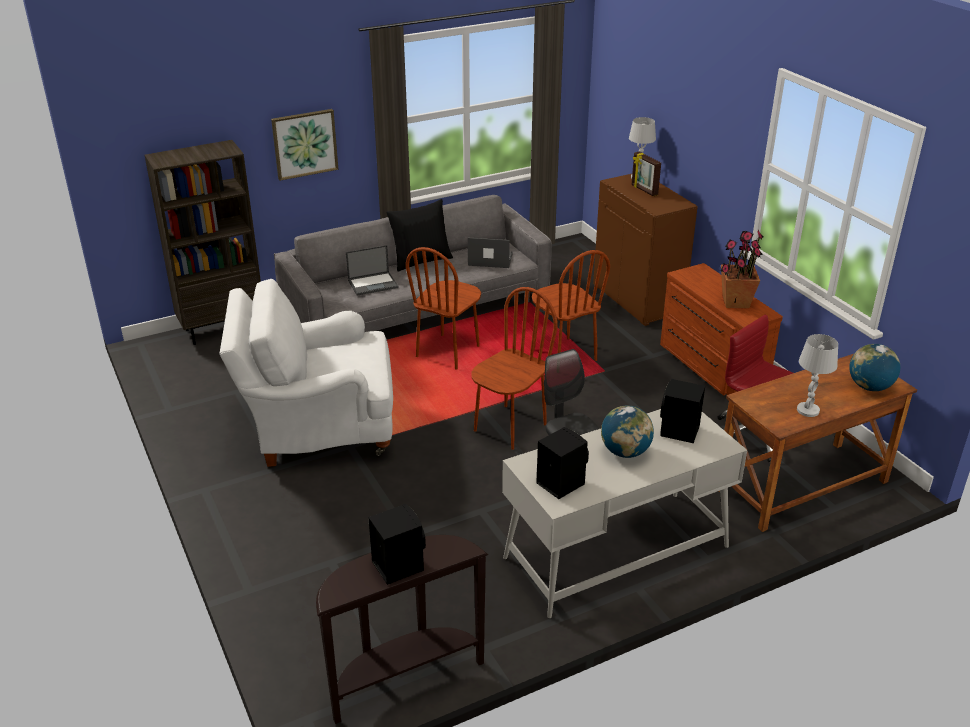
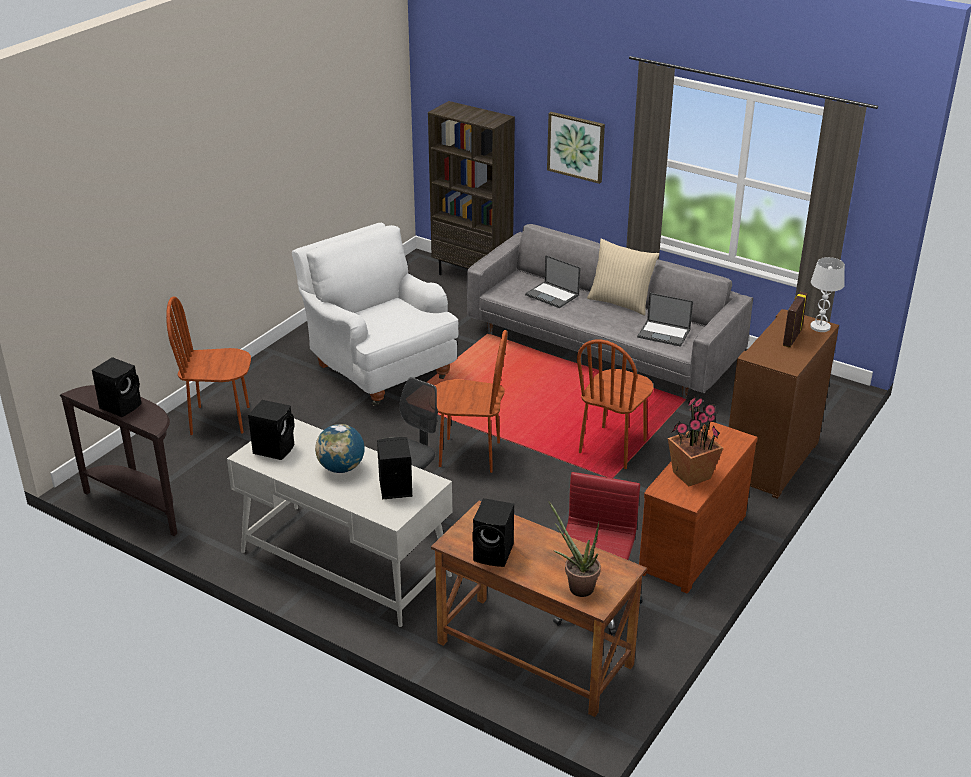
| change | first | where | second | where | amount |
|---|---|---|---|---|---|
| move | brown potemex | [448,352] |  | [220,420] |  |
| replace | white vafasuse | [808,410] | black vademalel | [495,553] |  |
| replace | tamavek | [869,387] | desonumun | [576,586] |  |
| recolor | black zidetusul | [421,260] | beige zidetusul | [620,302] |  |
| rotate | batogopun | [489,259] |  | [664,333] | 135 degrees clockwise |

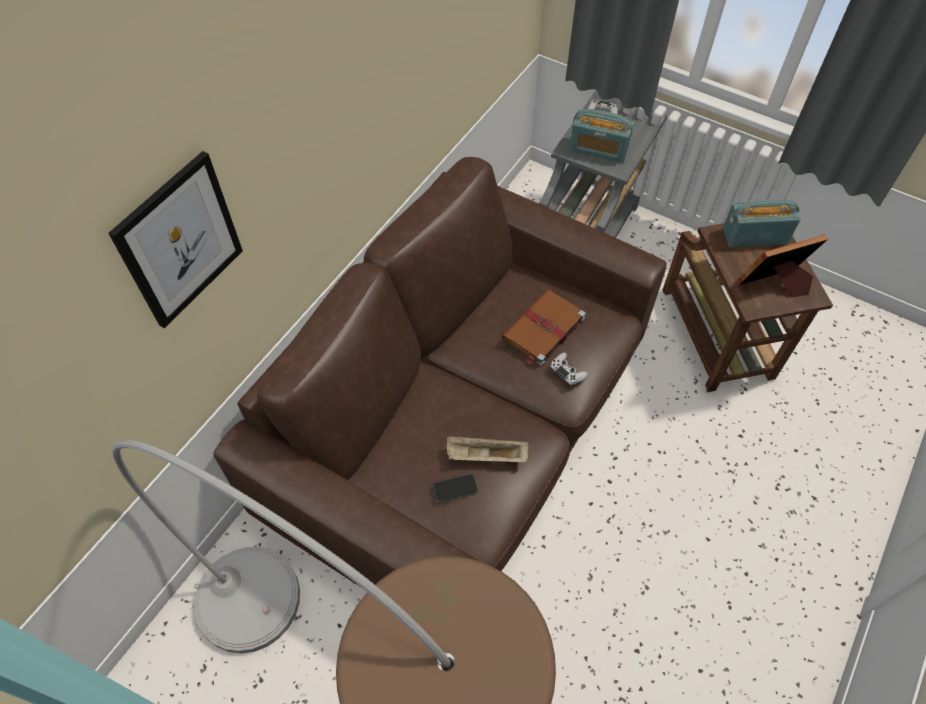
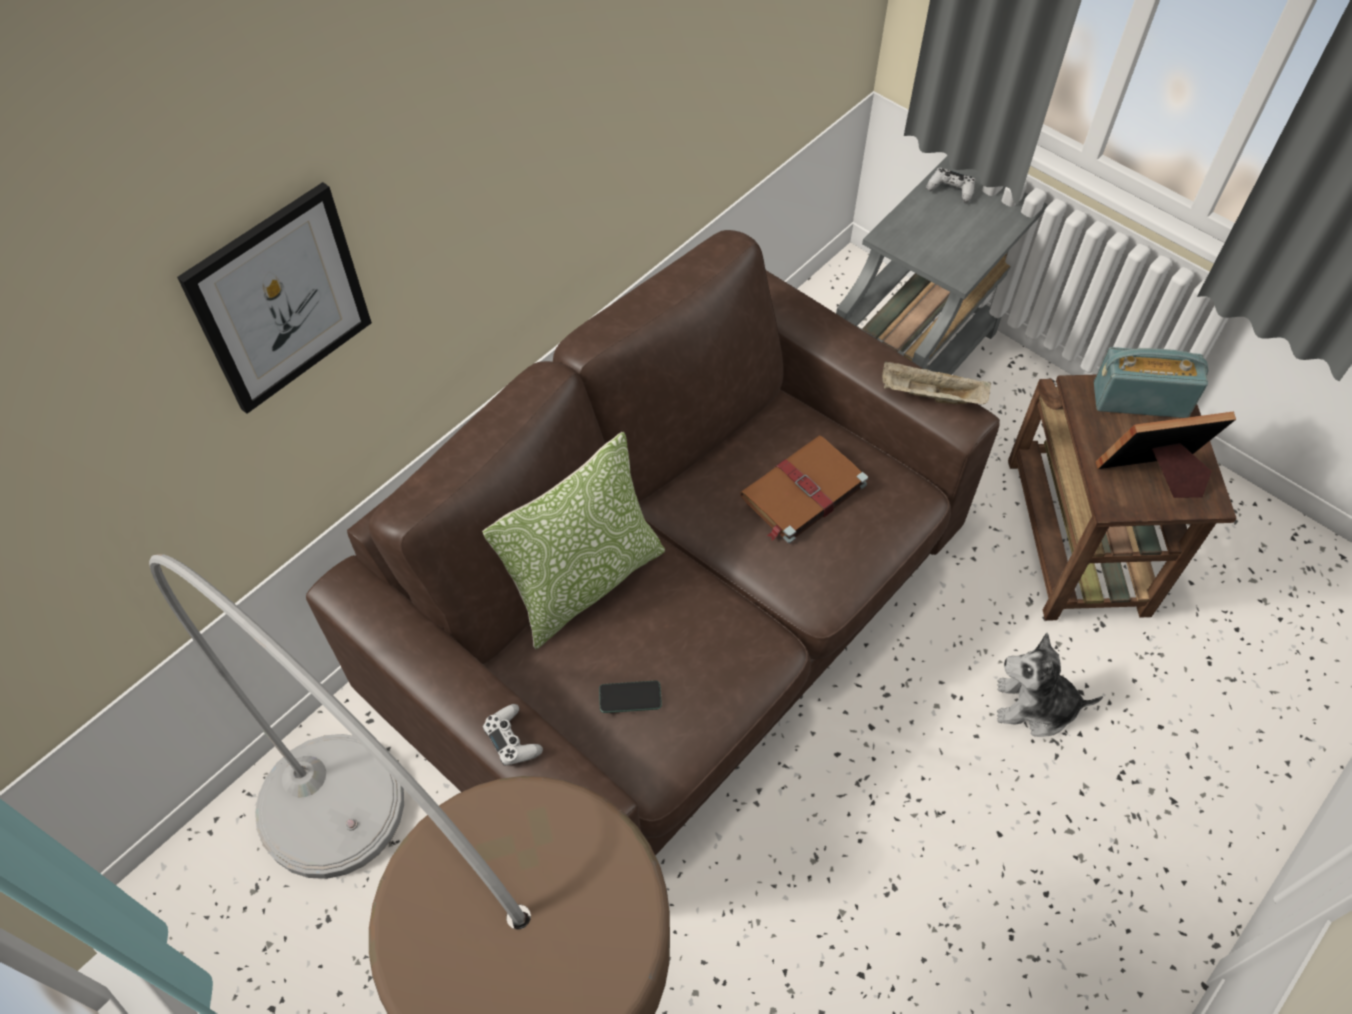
| change | first | where | second | where | amount |
|---|---|---|---|---|---|
| delete | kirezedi | [598,149] |  |  |  |
| insert |  |  | zidetusul | [585,583] |  |
| insert |  |  | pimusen | [1034,706] |  |
| move | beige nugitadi | [485,456] |  | [930,396] |  |
| move | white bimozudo | [567,372] |  | [512,739] |  |

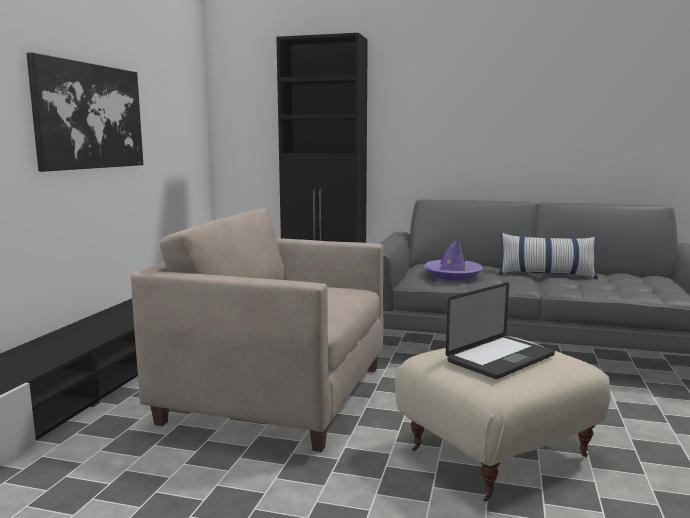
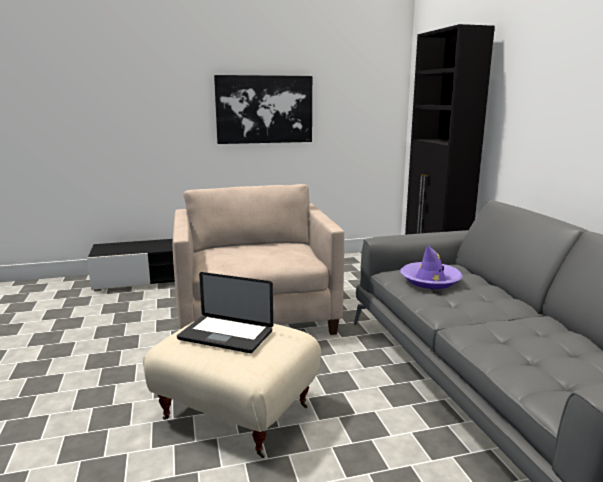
| change | first | where | second | where | amount |
|---|---|---|---|---|---|
| delete | zidetusul | [546,274] |  |  |  |

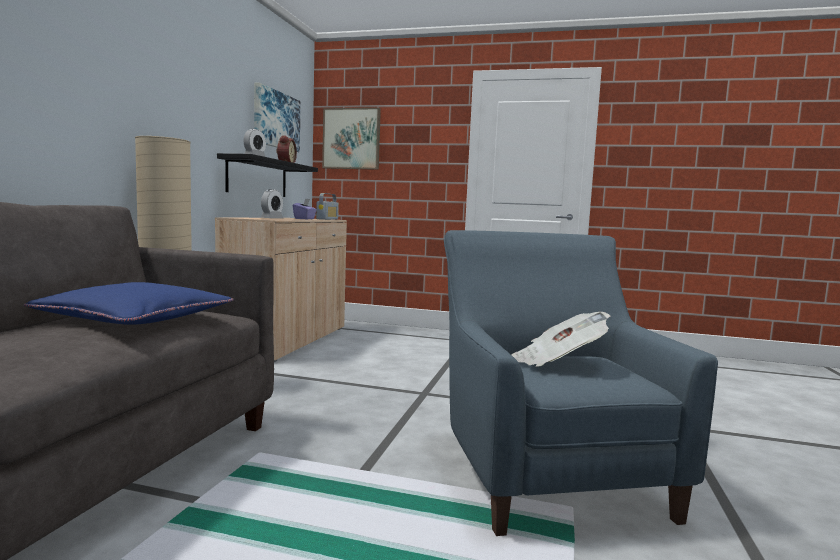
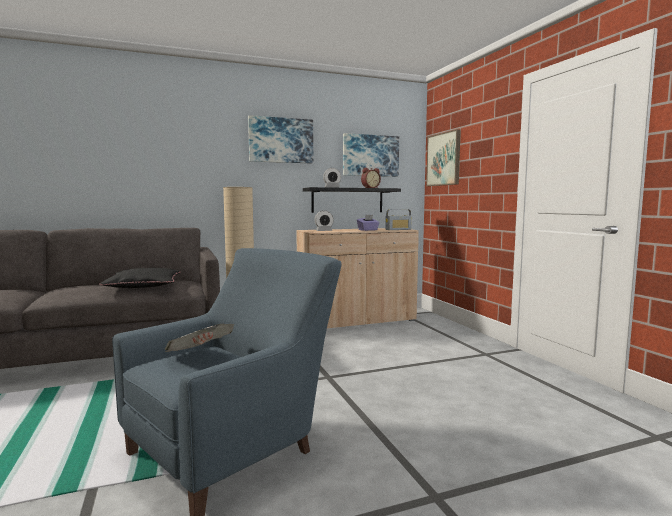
| change | first | where | second | where | amount |
|---|---|---|---|---|---|
| insert |  |  | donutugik | [281,140] |  |
| recolor | blue zidetusul | [136,318] | black zidetusul | [143,285] |  |

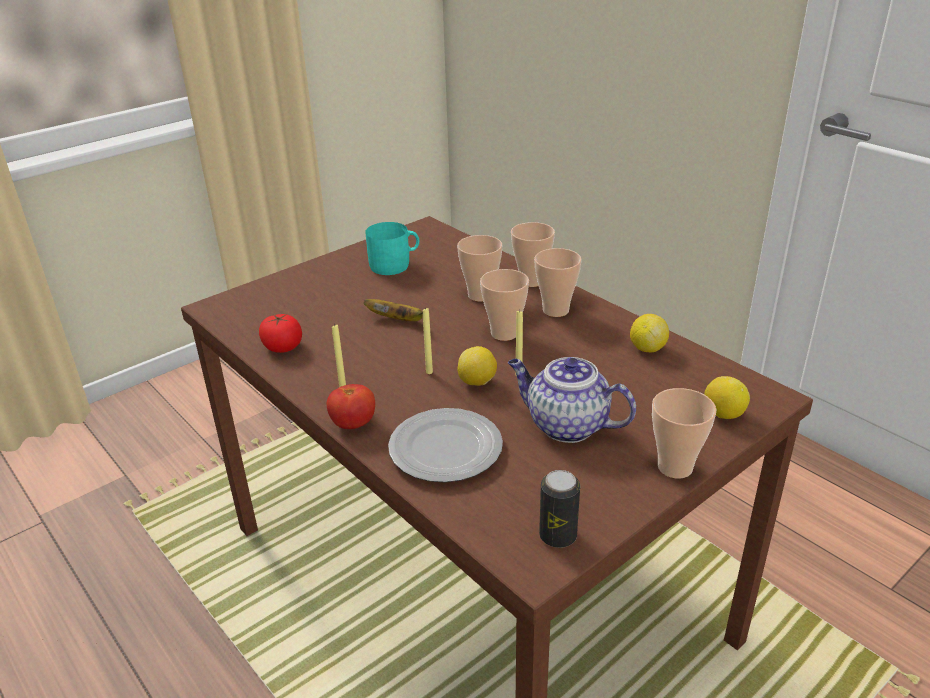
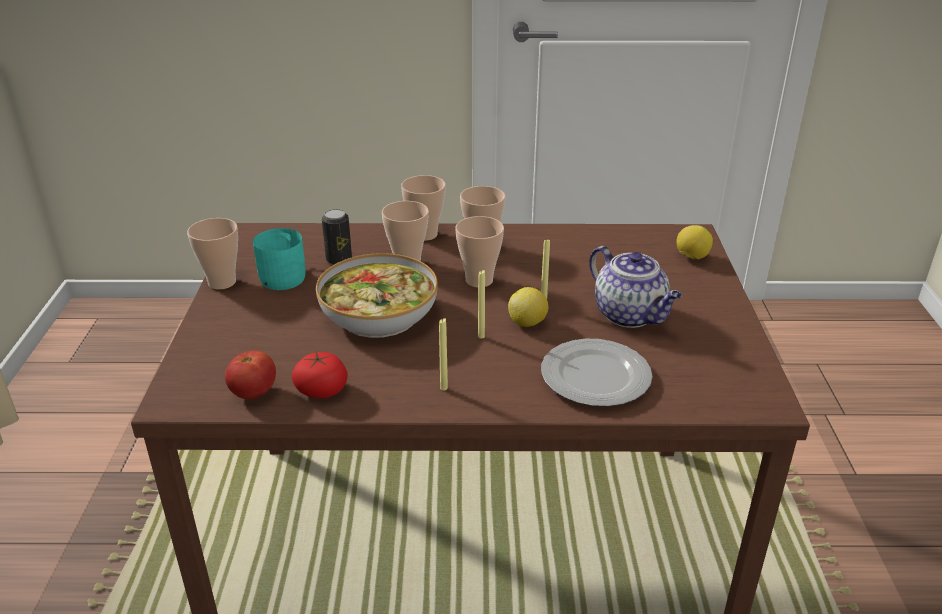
| change | first | where | second | where | amount |
|---|---|---|---|---|---|
| delete | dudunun | [647,348] |  |  |  |
| move | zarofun | [353,424] |  | [253,393] |  |
| move | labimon | [558,536] |  | [339,260] |  |
| move | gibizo | [675,467] |  | [222,282] |  |
| replace | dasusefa | [398,320] | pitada | [379,314] |  |
| rotate | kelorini | [566,425] |  | [631,315] | 105 degrees counterclockwise |

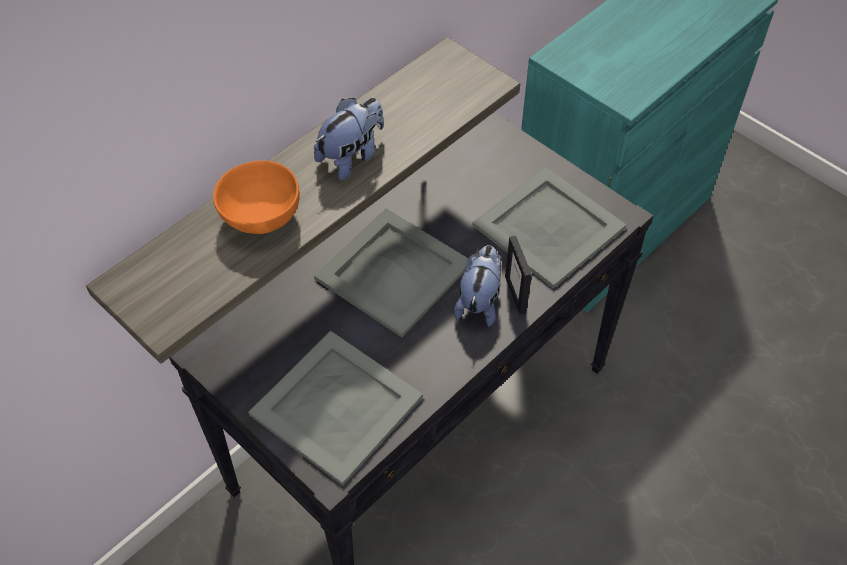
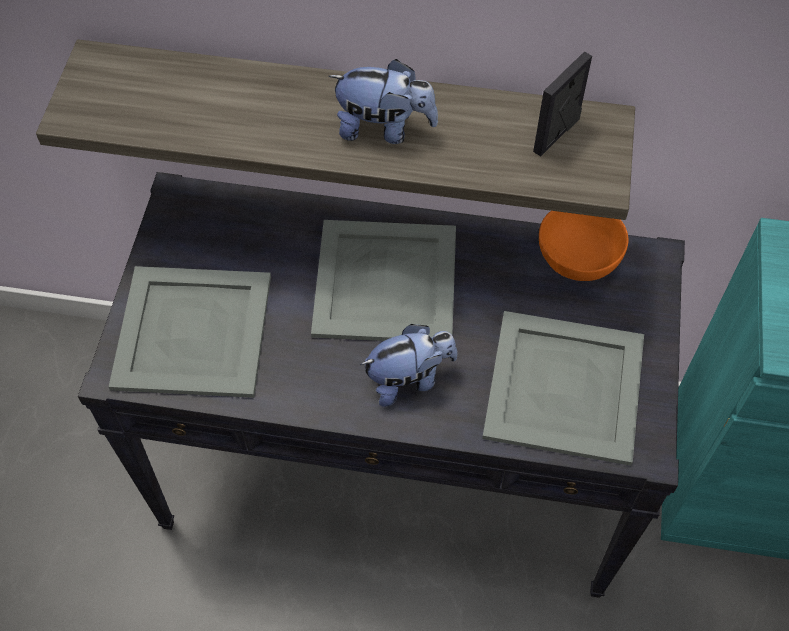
| change | first | where | second | where | amount |
|---|---|---|---|---|---|
| move | orange pitada | [260,218] |  | [575,259] |  |
| move | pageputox | [516,294] |  | [556,135] |  |

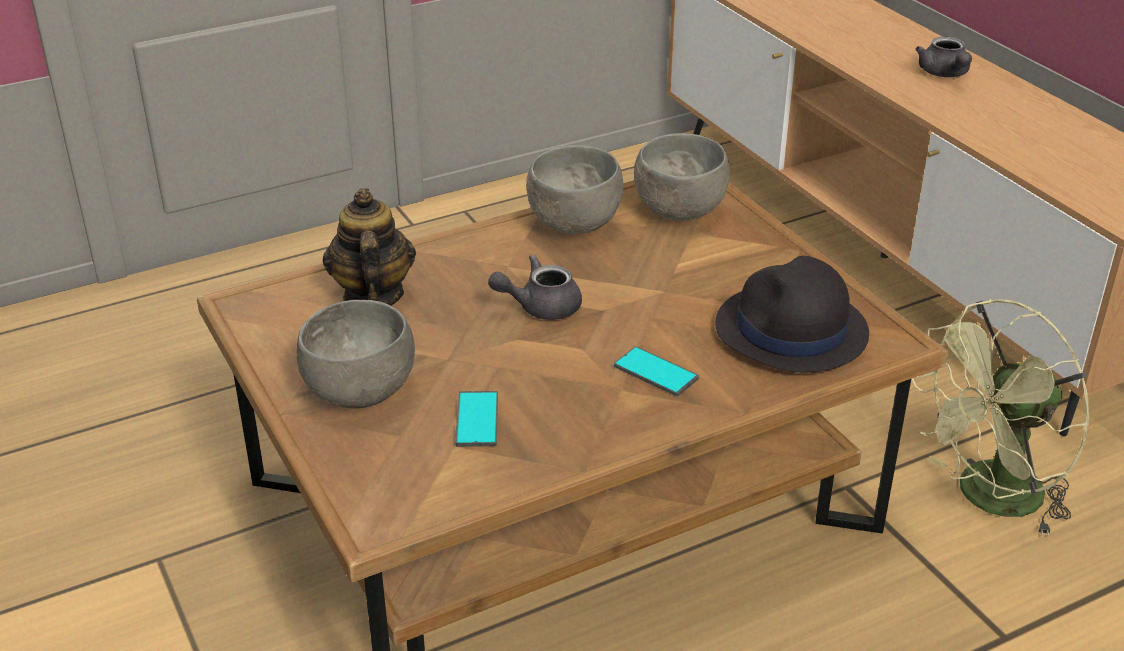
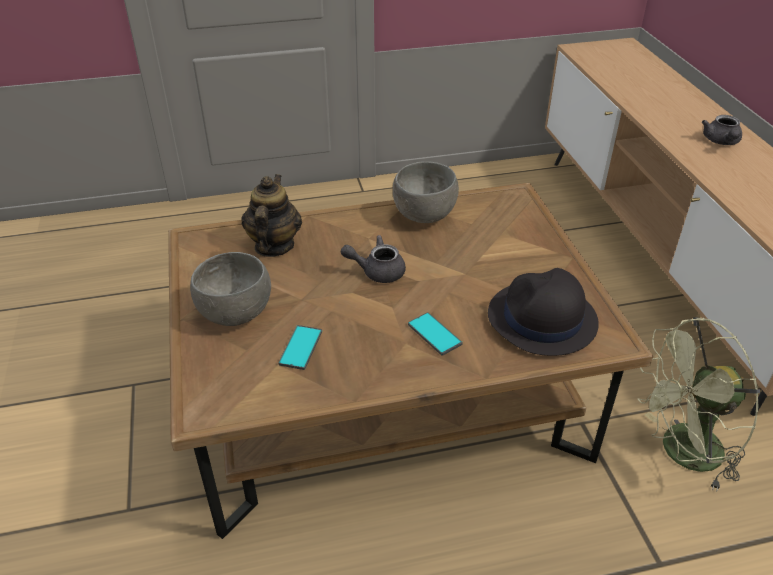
| change | first | where | second | where | amount |
|---|---|---|---|---|---|
| delete | grey pitada | [678,211] |  |  |  |

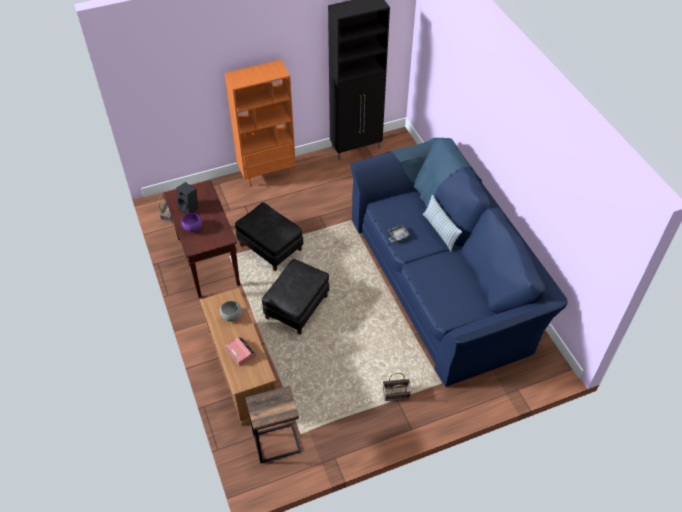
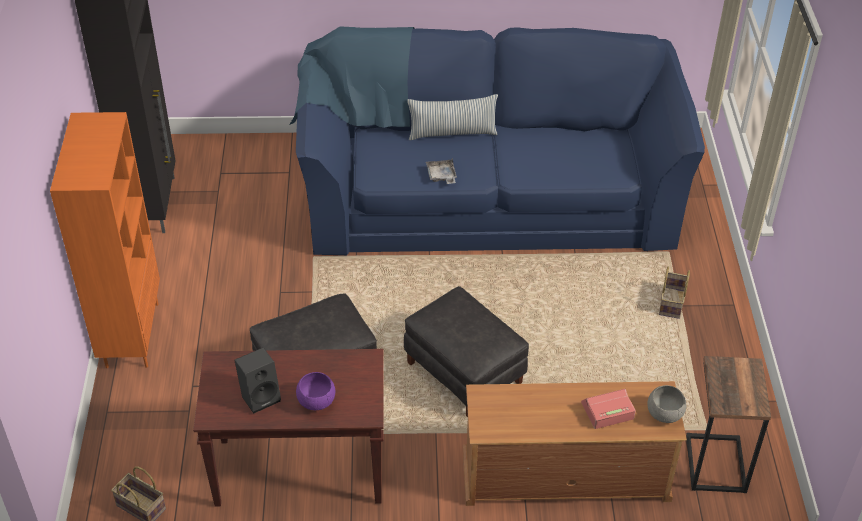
| change | first | where | second | where | amount |
|---|---|---|---|---|---|
| move | grey pitada | [232,316] |  | [665,414] |  |

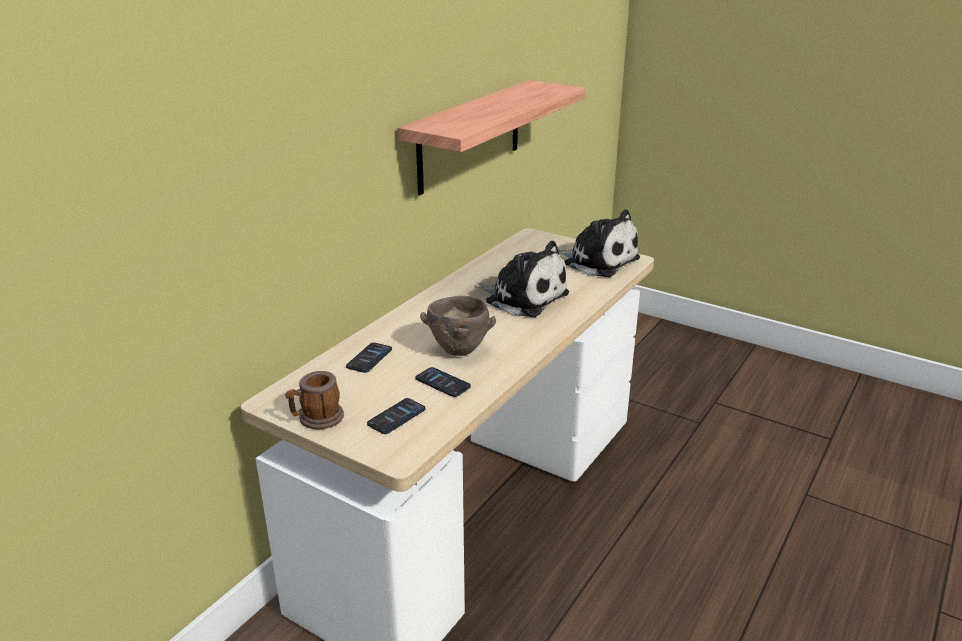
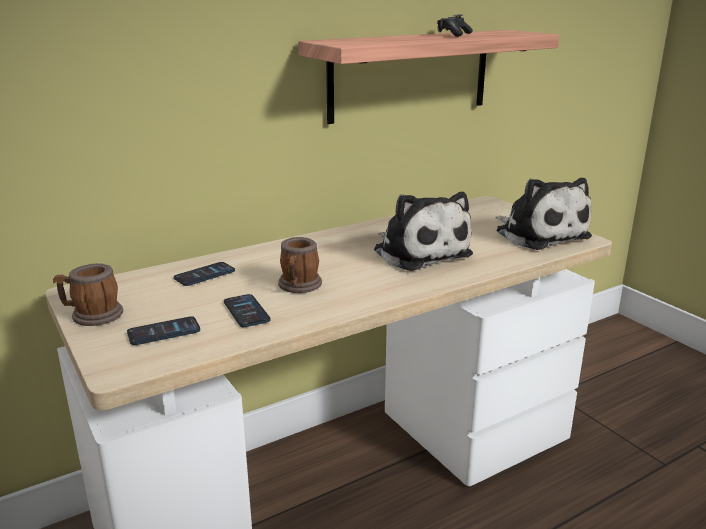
| change | first | where | second | where | amount |
|---|---|---|---|---|---|
| insert |  |  | bimozudo | [453,35] |  |
| replace | brown pitada | [460,351] | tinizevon | [299,286] |  |

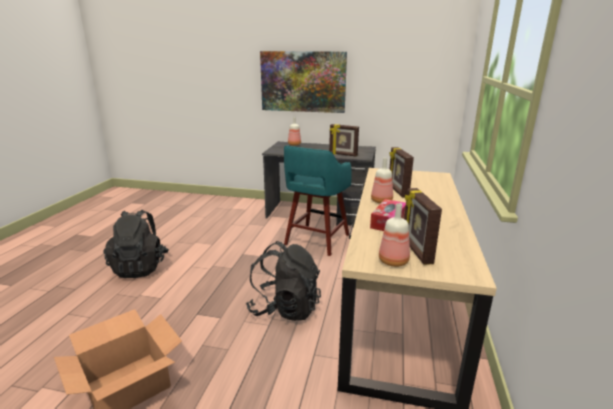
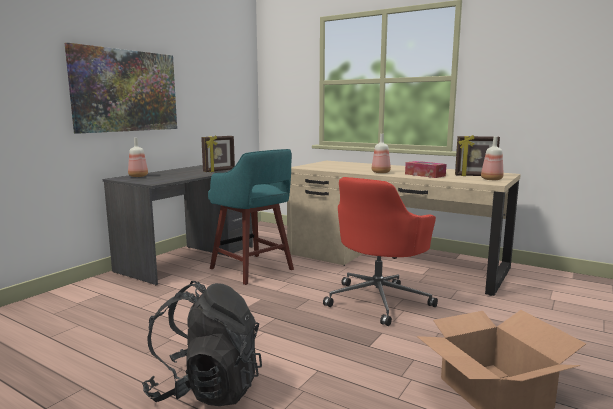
| change | first | where | second | where | amount |
|---|---|---|---|---|---|
| delete | pageputox | [397,191] |  |  |  |
| replace | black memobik | [285,308] | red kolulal | [379,300] |  |

